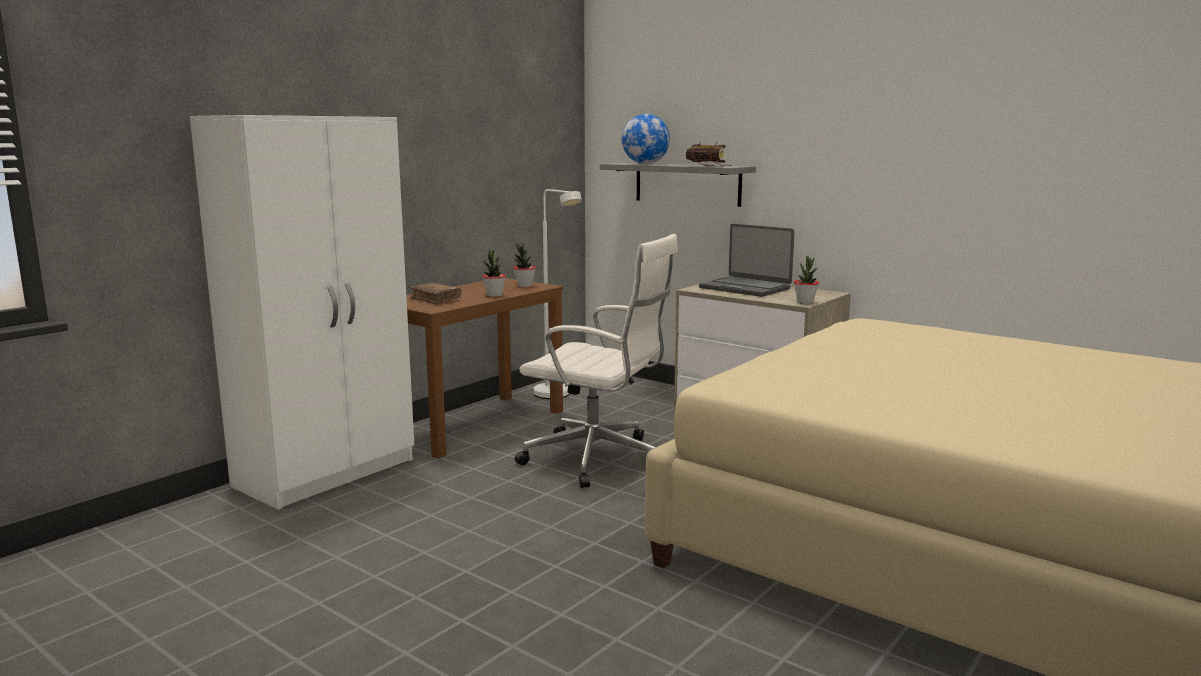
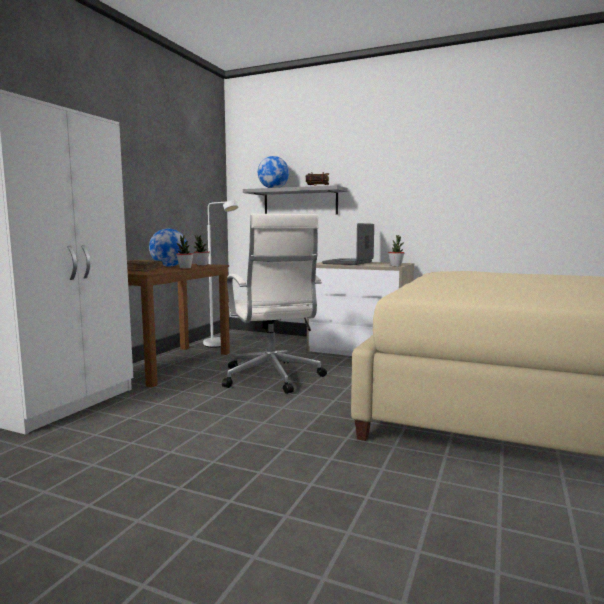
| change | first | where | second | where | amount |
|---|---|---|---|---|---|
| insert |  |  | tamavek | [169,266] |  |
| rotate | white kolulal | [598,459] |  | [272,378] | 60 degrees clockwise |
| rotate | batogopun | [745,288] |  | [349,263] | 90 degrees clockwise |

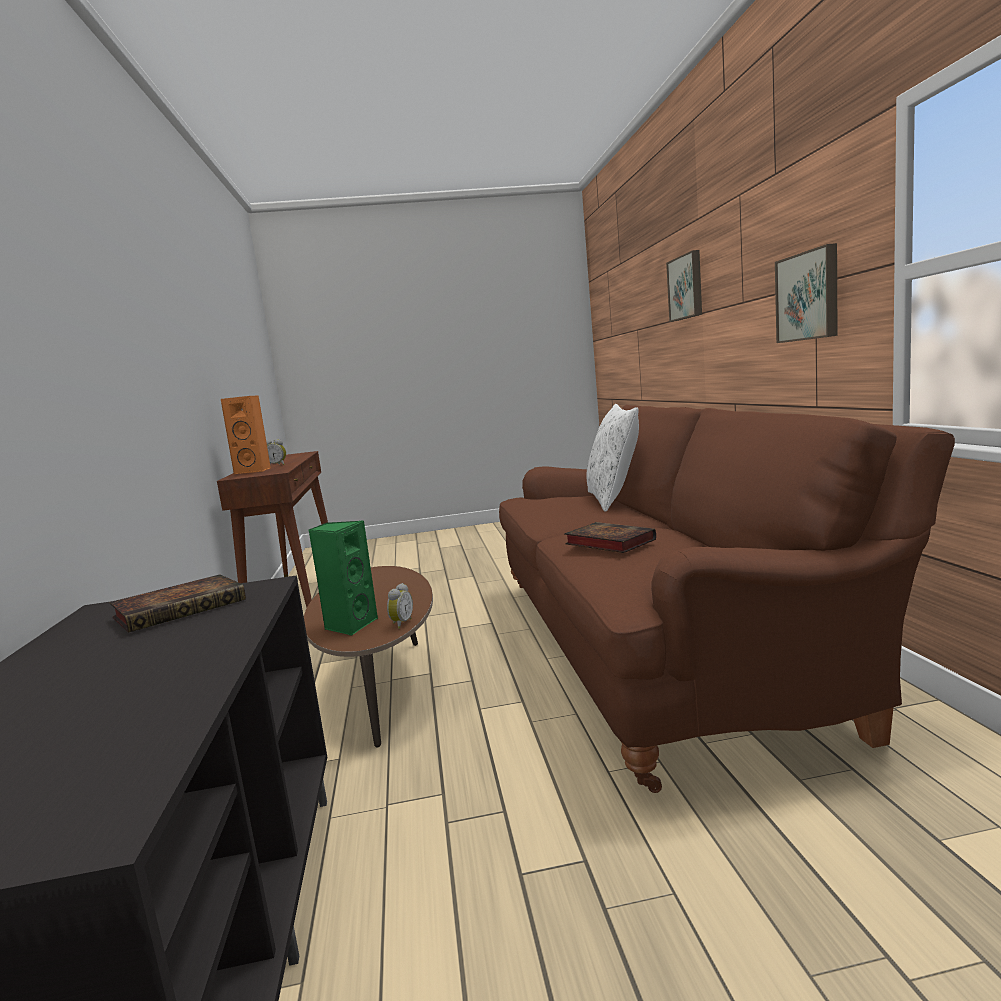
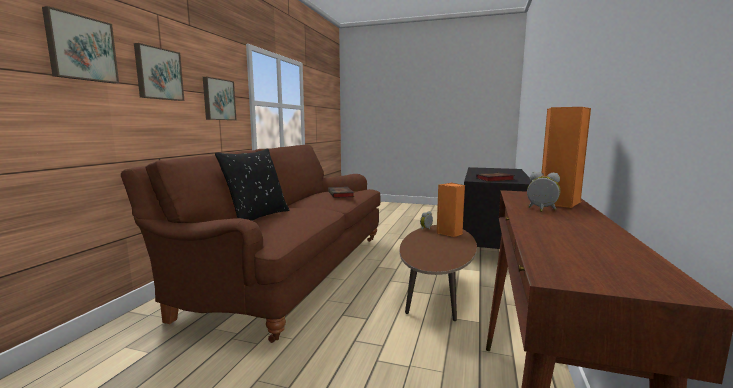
| change | first | where | second | where | amount |
|---|---|---|---|---|---|
| insert |  |  | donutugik | [158,74] |  |
| recolor | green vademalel | [350,625] | orange vademalel | [450,233] |  |
| recolor | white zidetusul | [614,500] | black zidetusul | [257,217] |  |

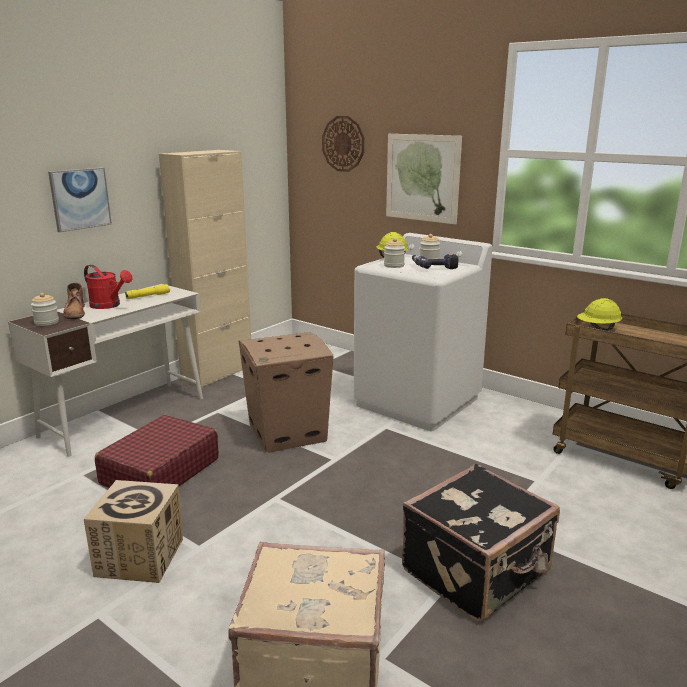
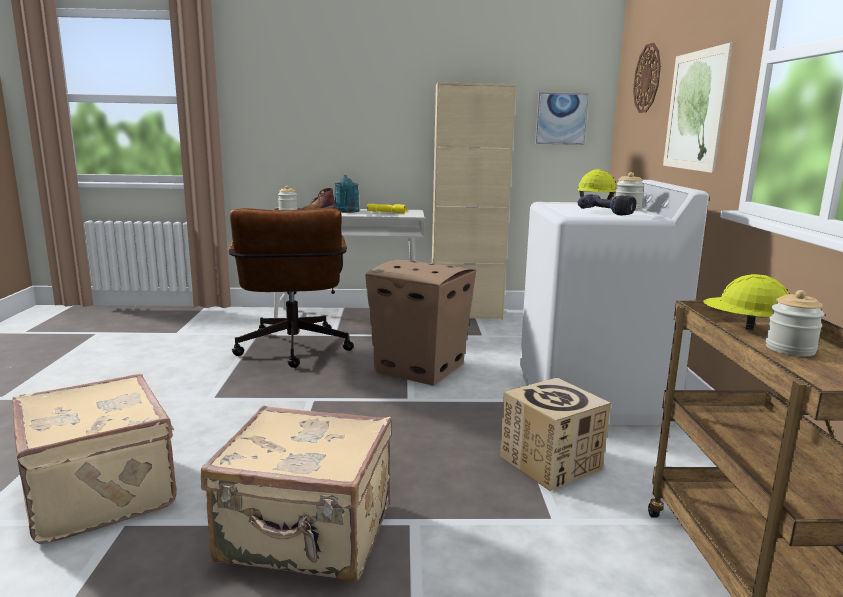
| change | first | where | second | where | amount |
|---|---|---|---|---|---|
| move | donutugik | [80,199] |  | [561,118] |  |
| move | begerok | [140,557] |  | [551,463] |  |
| move | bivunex | [394,265] |  | [790,349] |  |
| replace | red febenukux | [160,471] | brown kolulal | [293,351] |  |
| recolor | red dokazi | [109,305] | turquoise dokazi | [347,211] |  |
| recolor | black febenukux | [478,572] | beige febenukux | [307,535] |  |

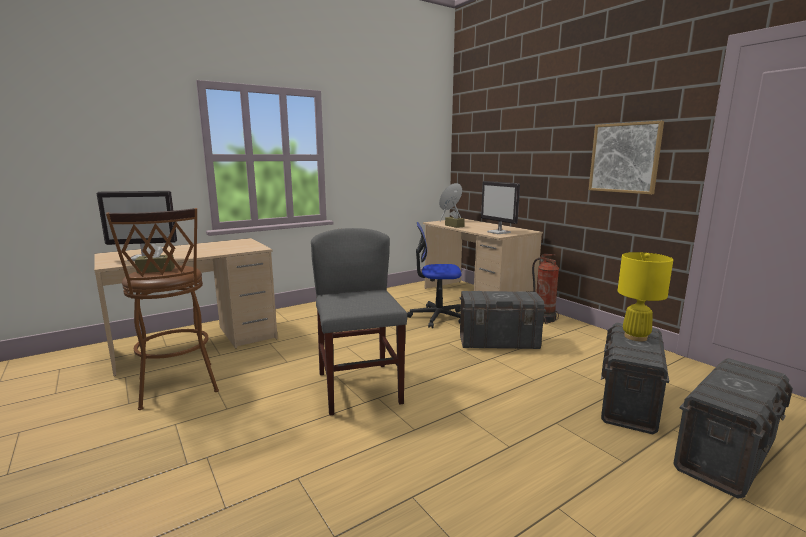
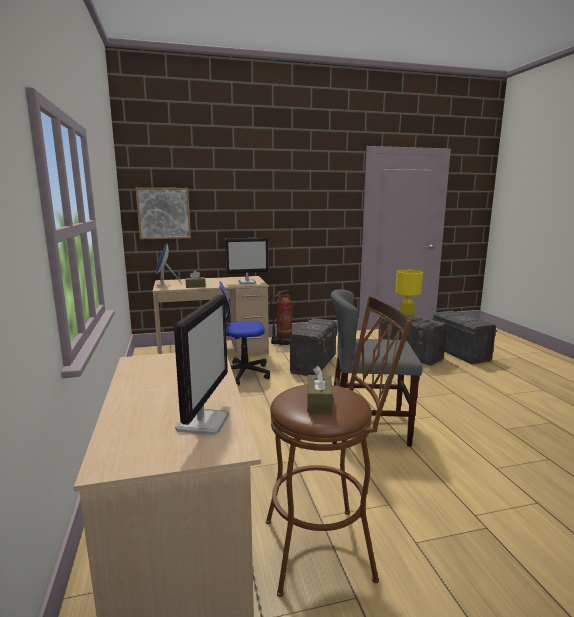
| change | first | where | second | where | amount |
|---|---|---|---|---|---|
| move | donutugik | [624,158] |  | [164,213] |  |
| rotate | kolulal | [437,317] |  | [243,373] | 60 degrees clockwise |

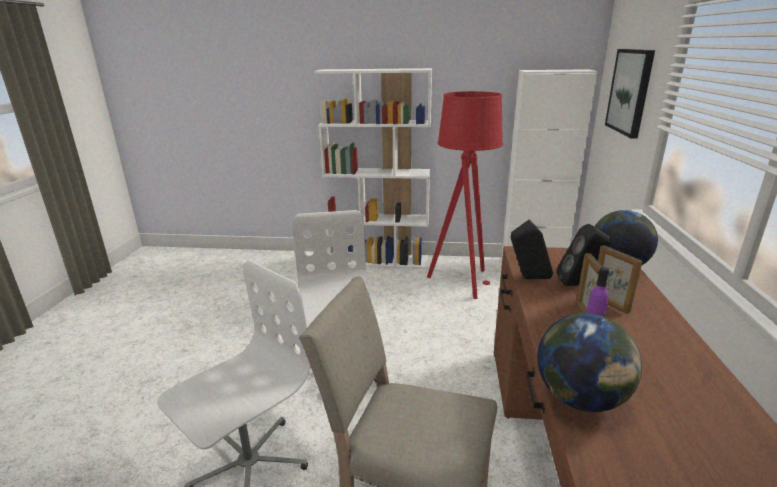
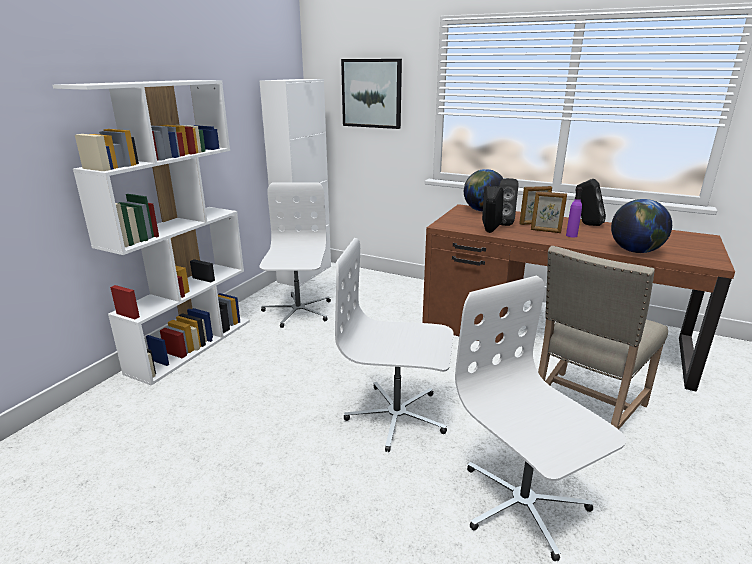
| change | first | where | second | where | amount |
|---|---|---|---|---|---|
| insert |  |  | black vademalel | [586,224] |  |
| replace | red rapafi | [462,282] | white kolulal | [297,311] |  |

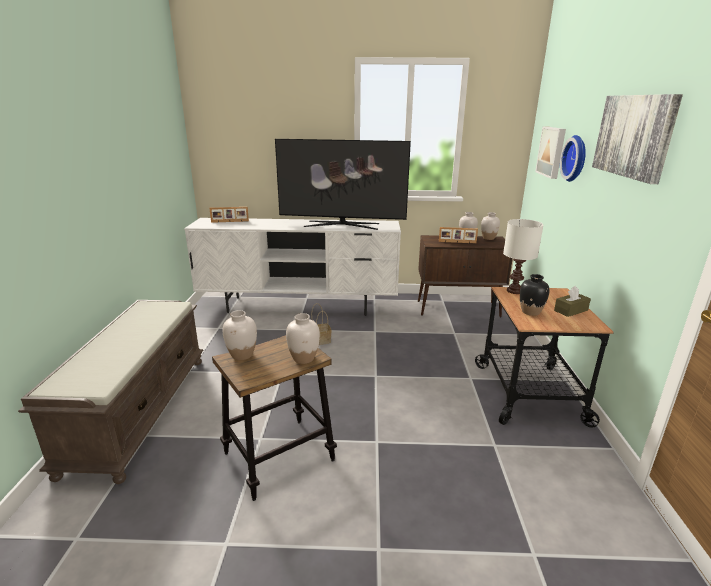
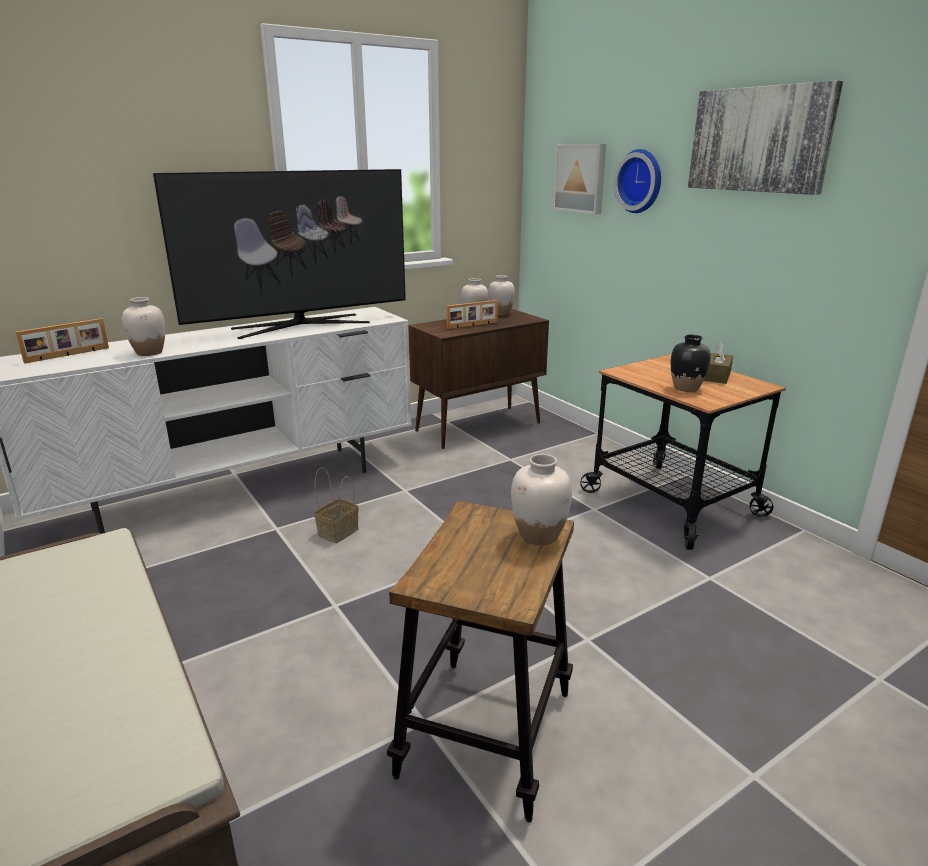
| change | first | where | second | where | amount |
|---|---|---|---|---|---|
| delete | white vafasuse | [514,291] |  |  |  |
| move | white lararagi | [242,355] |  | [149,352] |  |

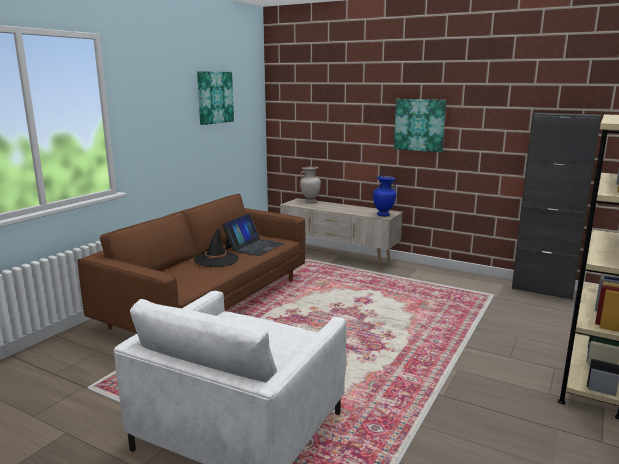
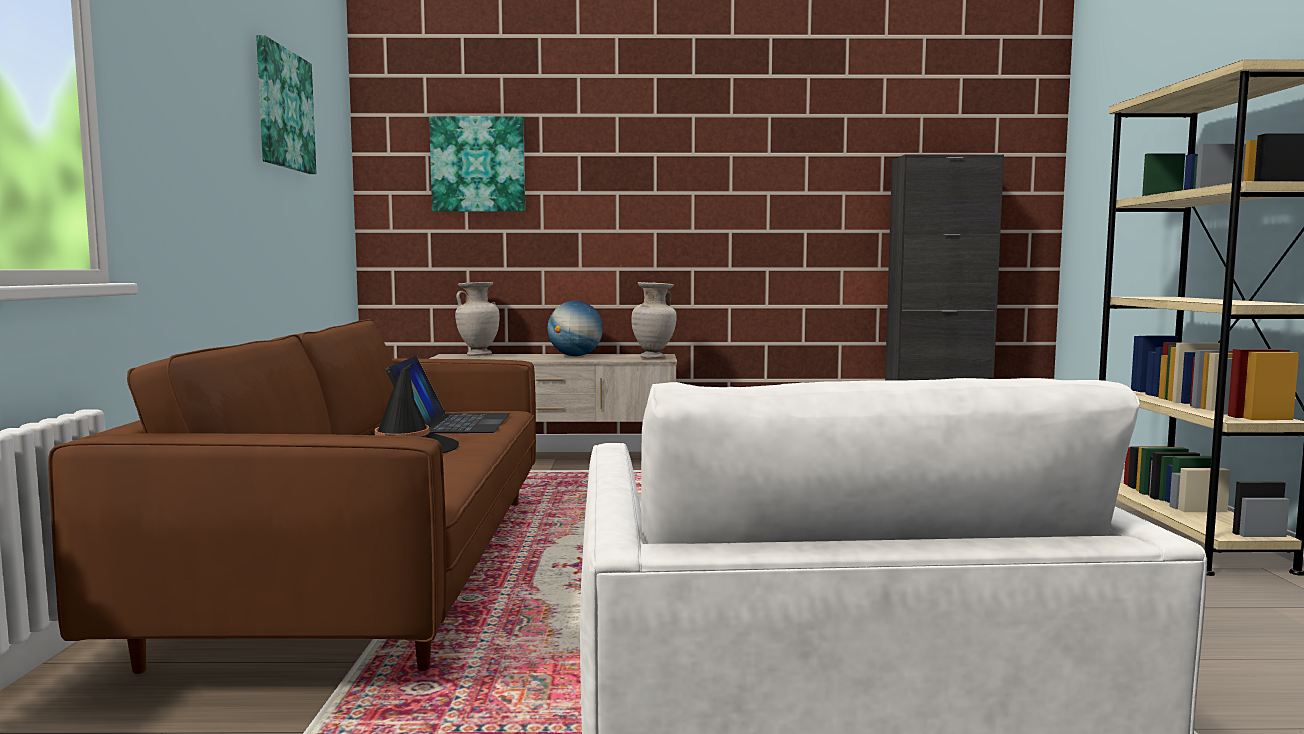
| change | first | where | second | where | amount |
|---|---|---|---|---|---|
| insert |  |  | tamavek | [575,356] |  |
| move | donutugik | [419,125] |  | [478,164] |  |
| recolor | blue lararagi | [383,215] | beige lararagi | [654,358] |  |

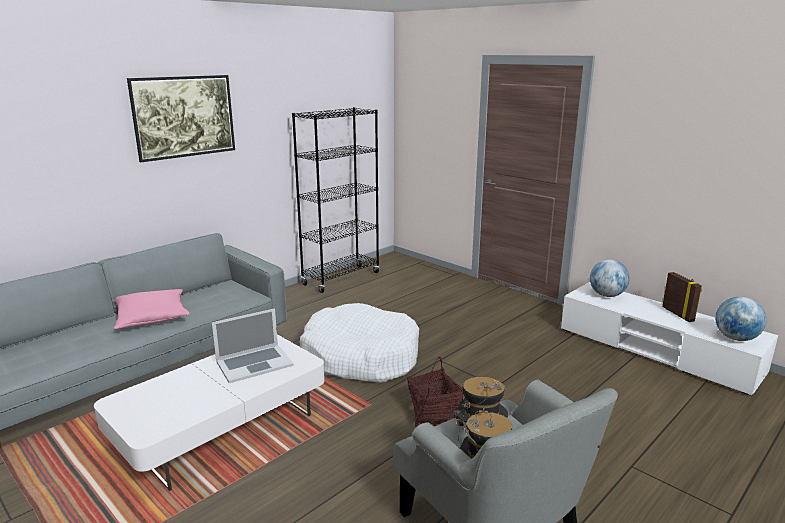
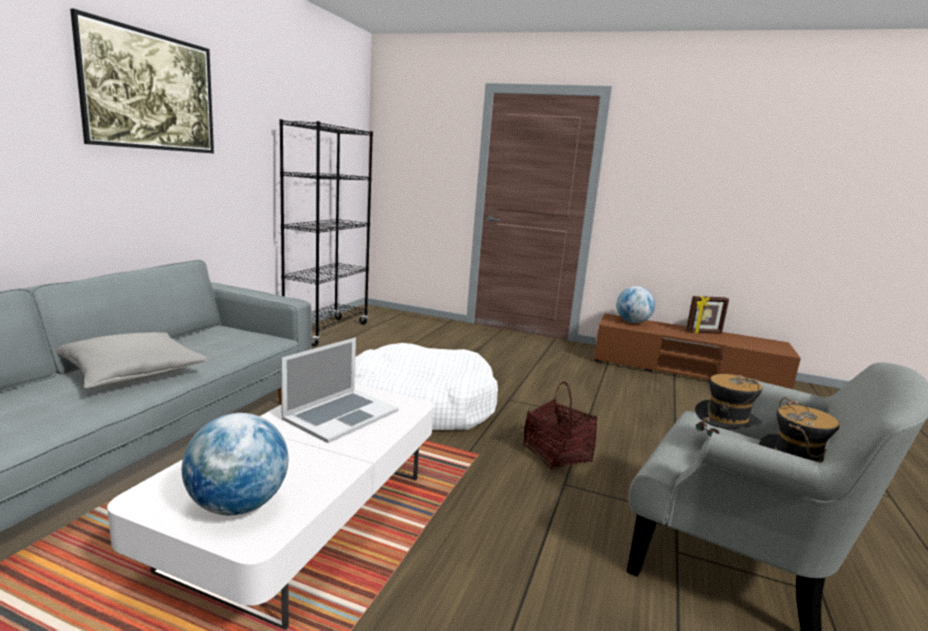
| change | first | where | second | where | amount |
|---|---|---|---|---|---|
| move | tamavek | [735,338] |  | [238,506] |  |
| recolor | pink zidetusul | [152,318] | grey zidetusul | [132,374] |  |
| recolor | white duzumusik | [656,350] | brown duzumusik | [685,370] |  |
| rotate | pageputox | [678,314] |  | [704,332] | 120 degrees clockwise |

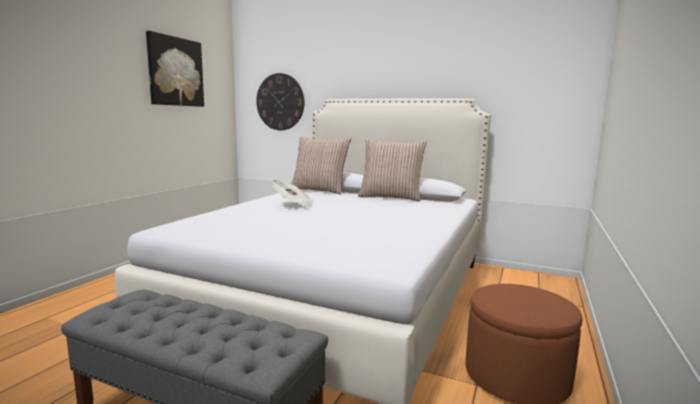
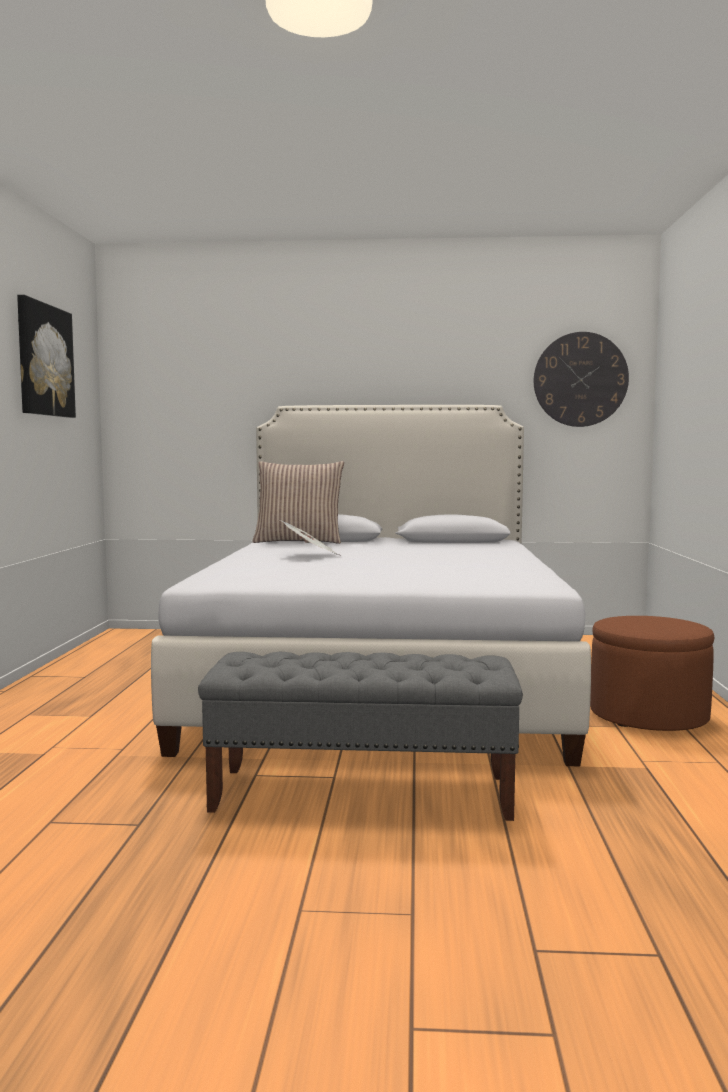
| change | first | where | second | where | amount |
|---|---|---|---|---|---|
| delete | zidetusul | [390,197] |  |  |  |
| move | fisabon | [280,102] |  | [580,379] |  |

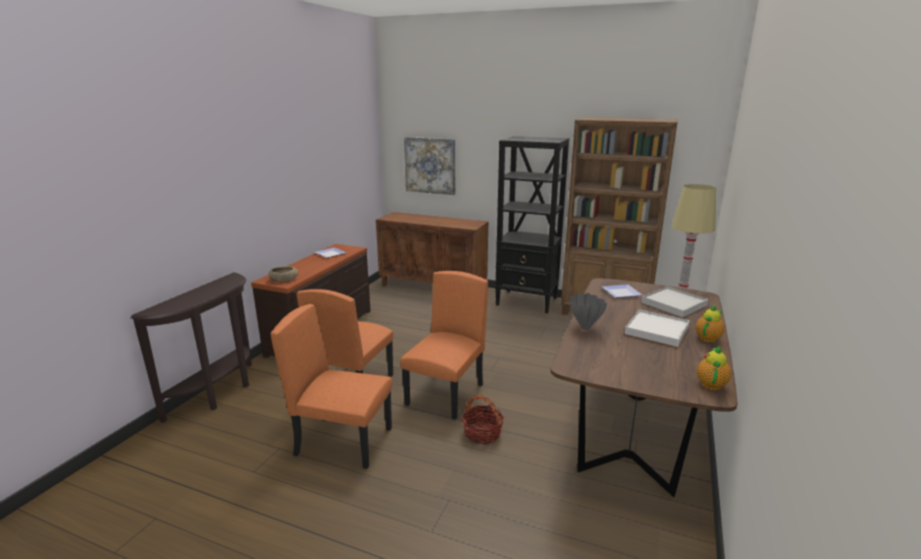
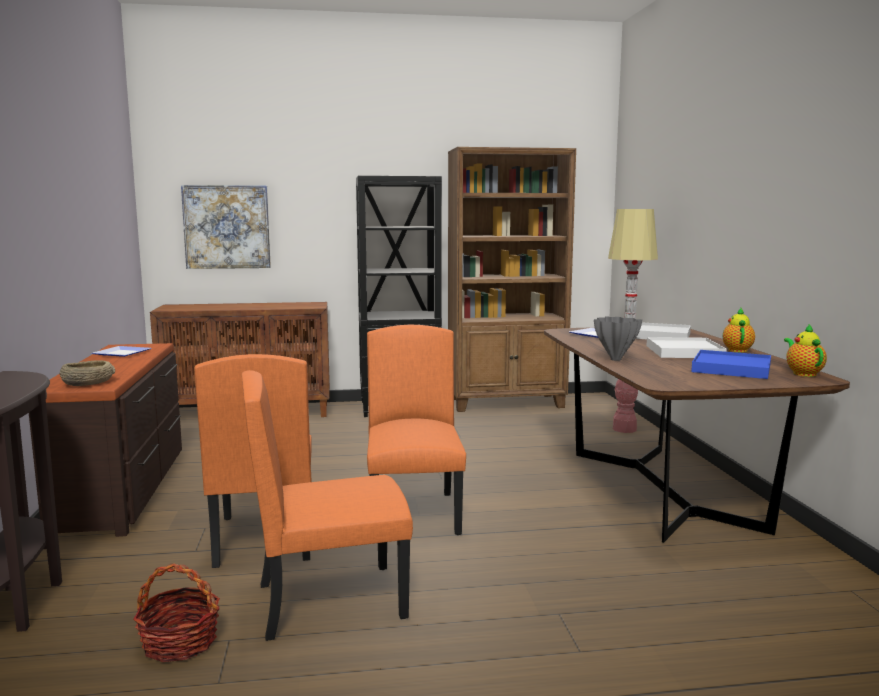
| change | first | where | second | where | amount |
|---|---|---|---|---|---|
| insert |  |  | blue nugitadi | [731,368] |  |
| move | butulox | [482,433] |  | [179,642] |  |

